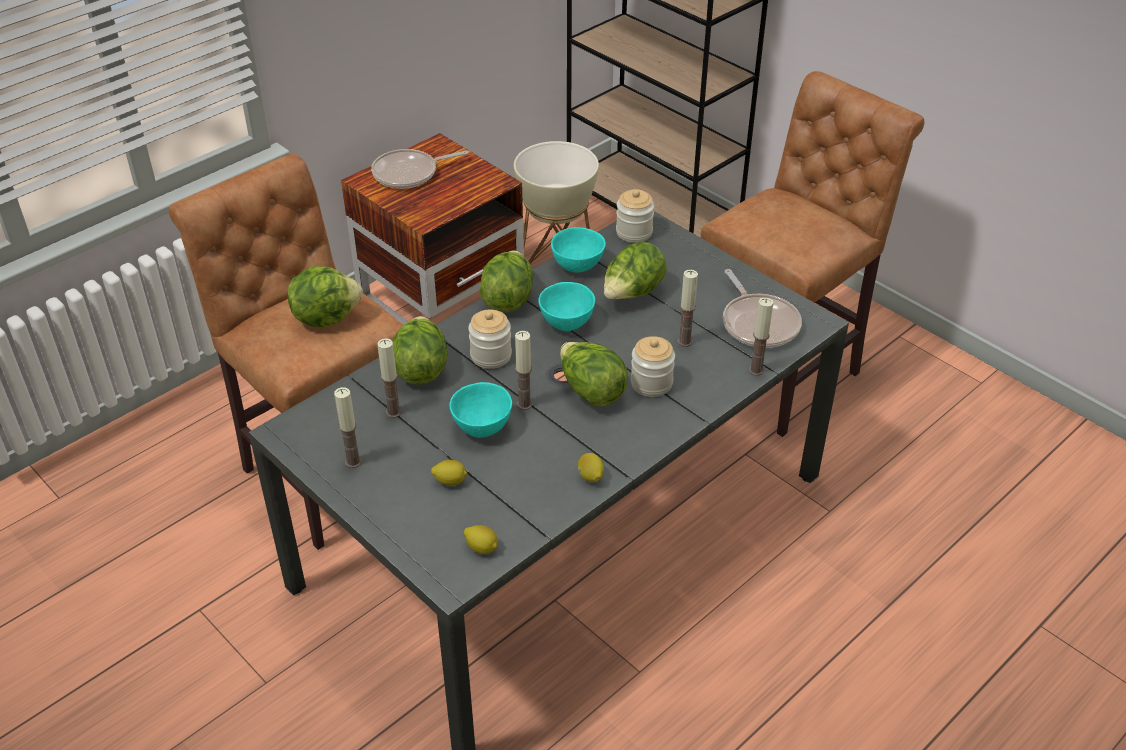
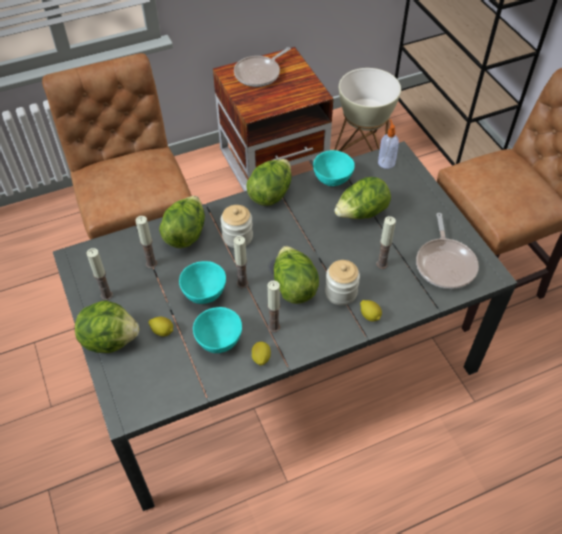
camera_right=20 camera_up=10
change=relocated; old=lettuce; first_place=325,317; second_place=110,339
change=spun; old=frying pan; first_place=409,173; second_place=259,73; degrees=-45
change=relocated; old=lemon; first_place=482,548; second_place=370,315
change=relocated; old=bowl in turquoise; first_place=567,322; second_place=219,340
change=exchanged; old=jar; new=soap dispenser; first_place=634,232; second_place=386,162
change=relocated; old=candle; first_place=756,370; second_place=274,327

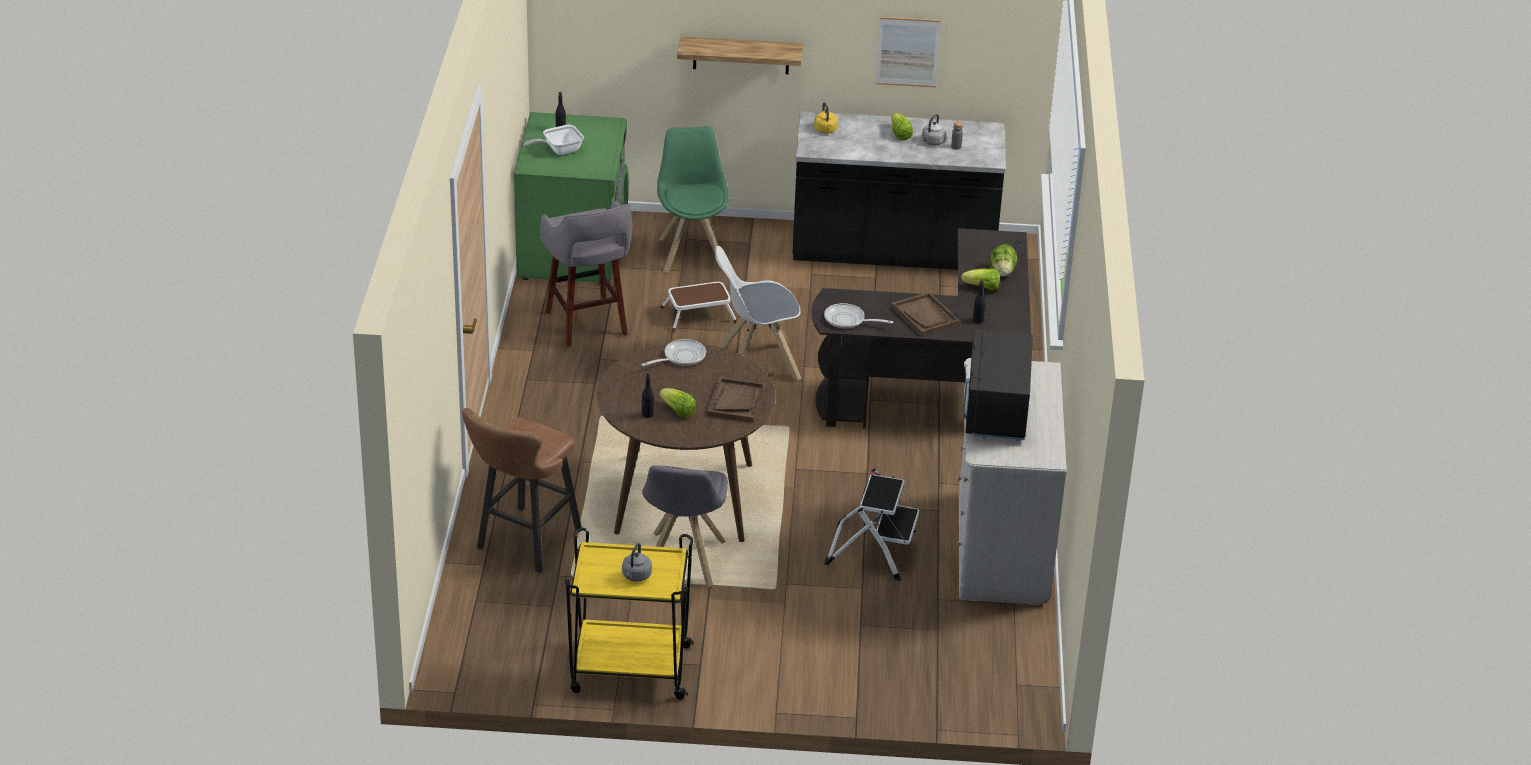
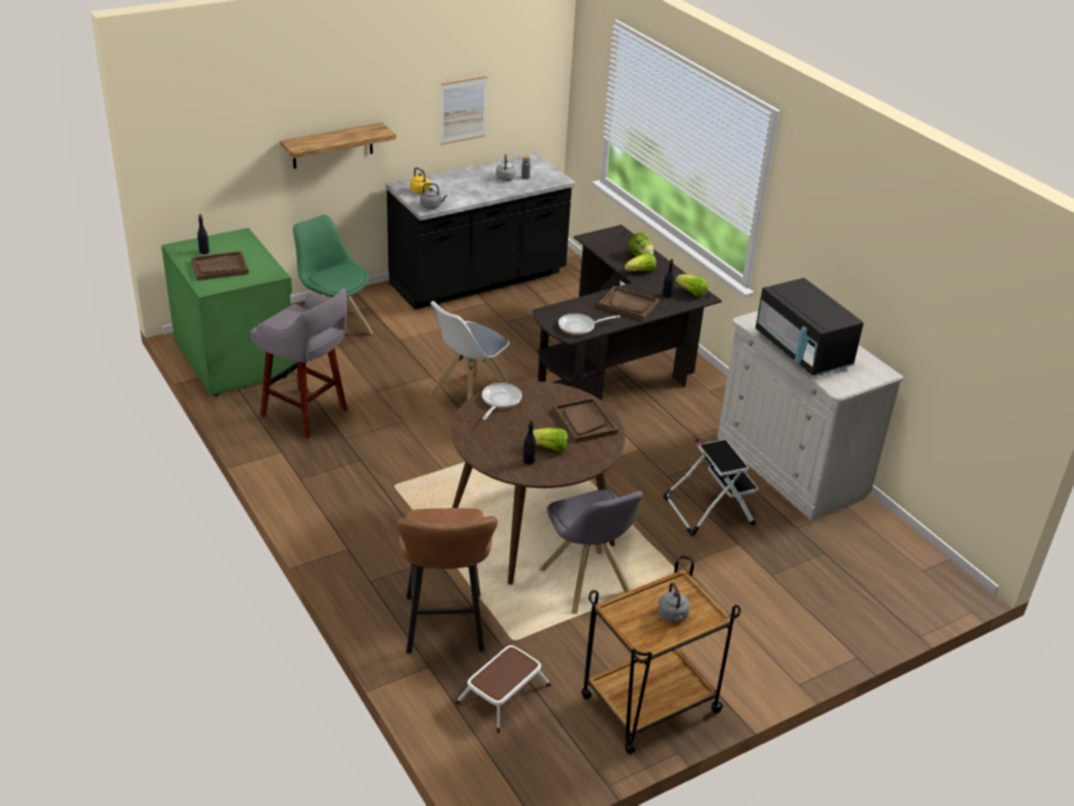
camera_right=-35 camera_up=0
change=exchanged; old=frying pan; new=tray in brown; first_place=559,150; second_place=219,267
change=colour; old=cart in yellow; new=cart in brown; first_place=629,668; second_place=648,705
change=relocated; old=step ladder in brown; first_place=698,315; second_place=503,694
change=relocated; old=lettuce; first_place=899,134; second_place=691,292
change=appeared; new=kettle in grey; second_place=432,206

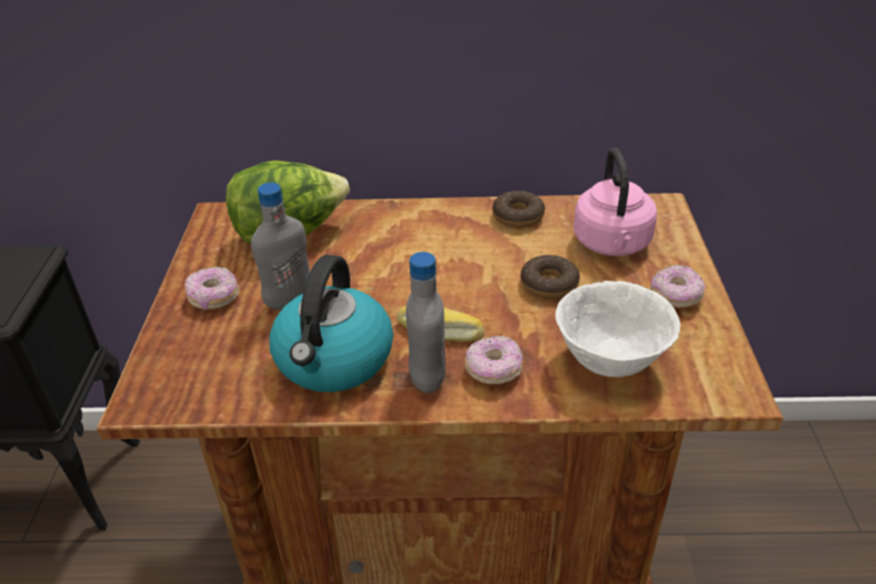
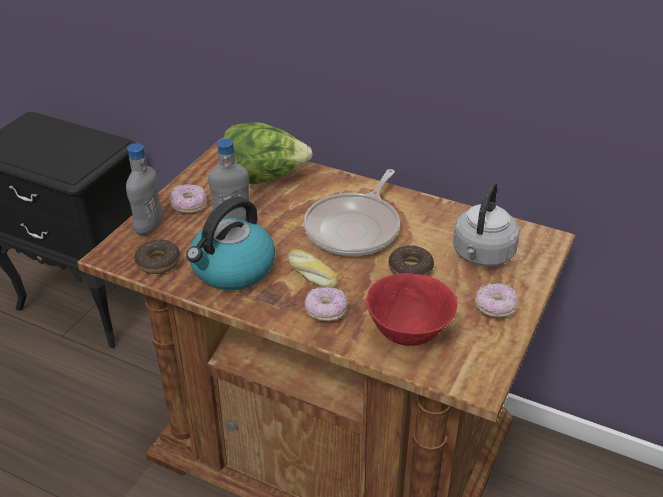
camera_right=25 camera_up=0
change=relocated; old=bottle in grey; first_place=427,378; second_place=149,228
change=relocated; old=donut; first_place=518,216; second_place=158,262
change=colour; old=bowl in white; new=bowl in red; first_place=611,361; second_place=409,334
change=colour; old=kettle in pink; new=kettle in grey; first_place=612,244; second_place=482,255
change=appeared; new=frying pan; second_place=355,228

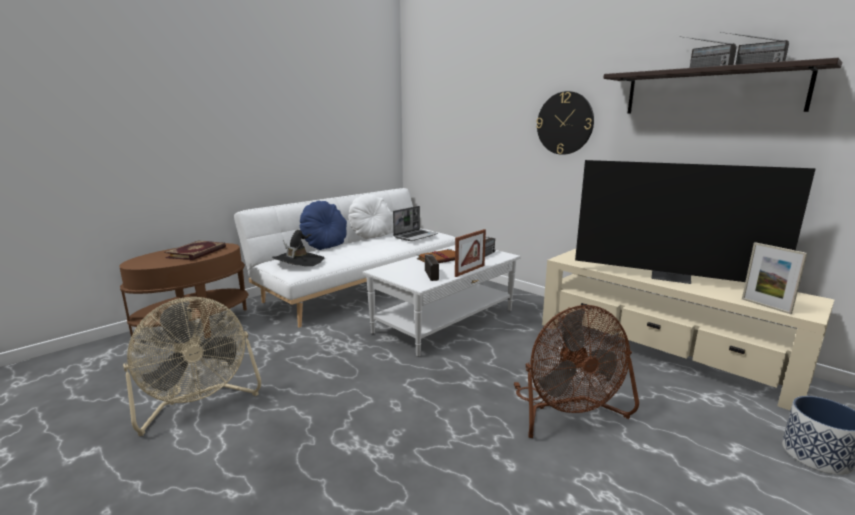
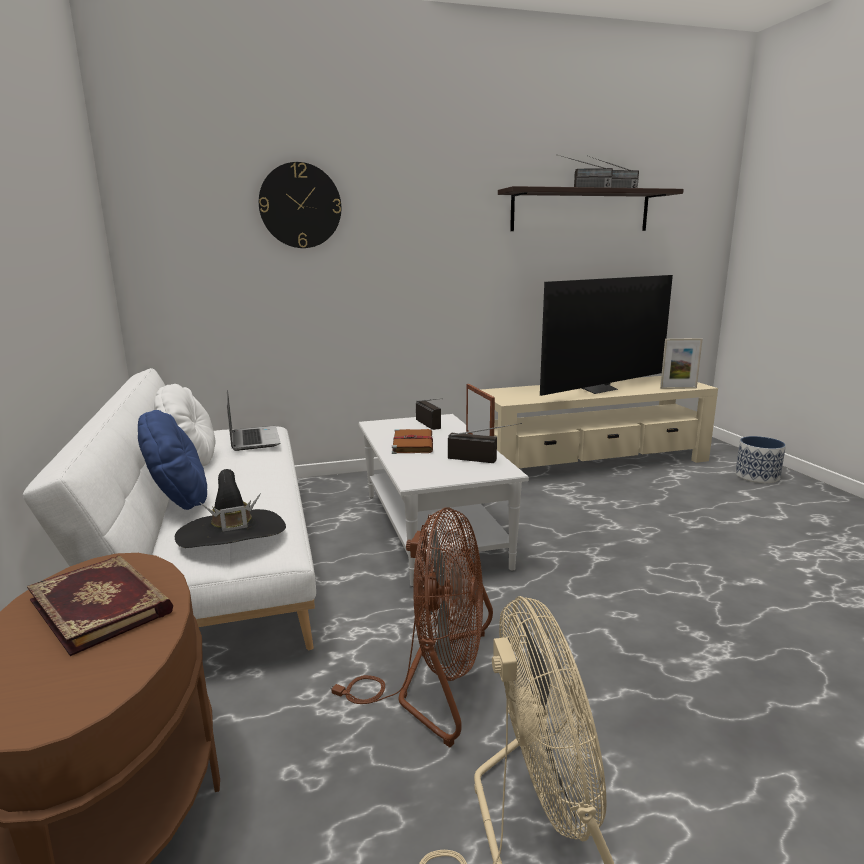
camera_right=-60 camera_up=0
change=relocated; old=fan in brown; first_place=564,413; second_place=433,682
change=relocated; old=wall clock; first_place=564,123; second_place=300,206

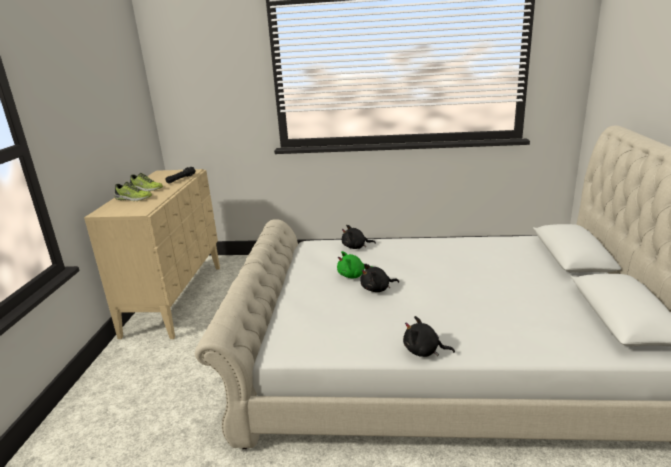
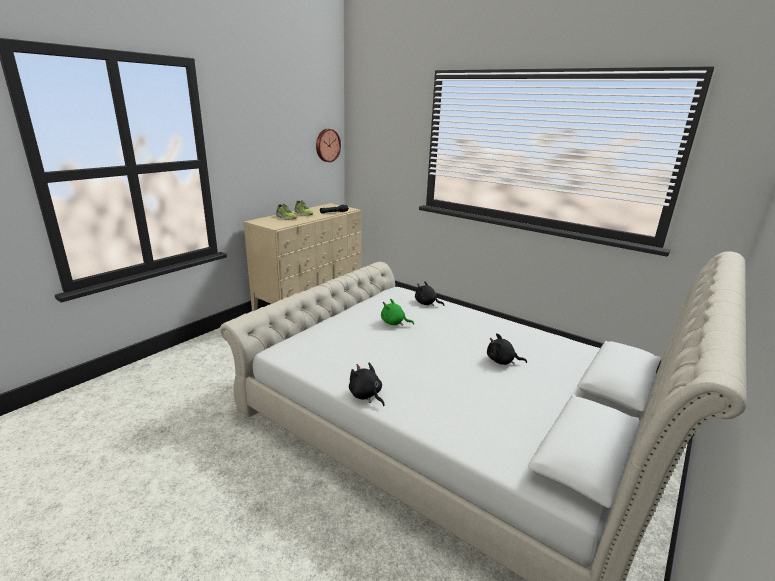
camera_right=30 camera_up=0
change=relocated; old=plush toy in black; first_place=377,289; second_place=502,361
change=appeared; new=wall clock; second_place=327,145

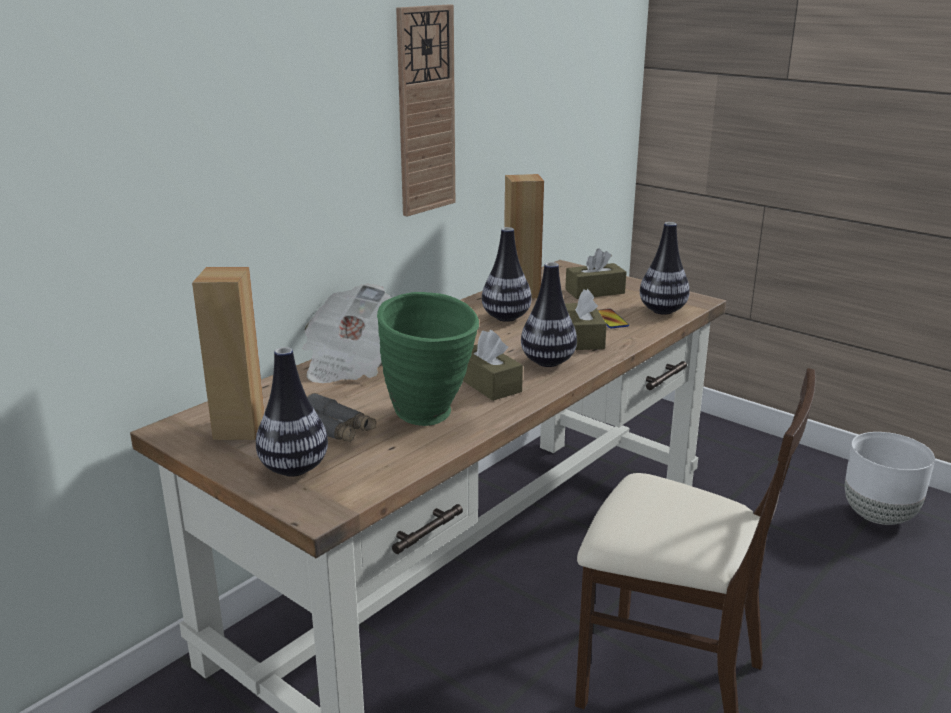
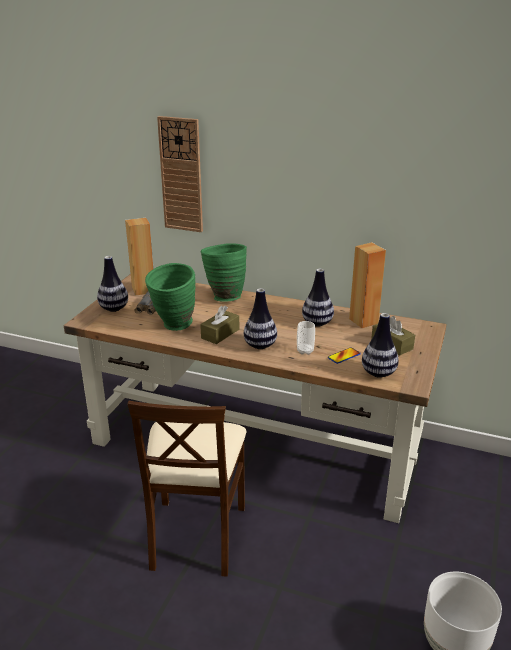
camera_right=70 camera_up=5
change=exchanged; old=newspaper; new=vase in green; first_place=352,362; second_place=224,296
change=relocated; old=wall clock; first_place=425,111; second_place=181,175
change=exchanged; old=tissue box in brown; new=cup; first_place=582,338; second_place=305,351

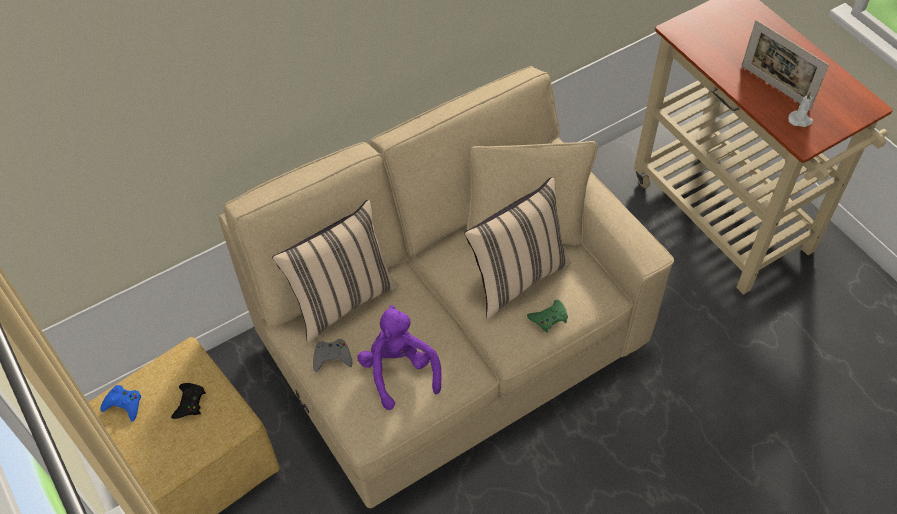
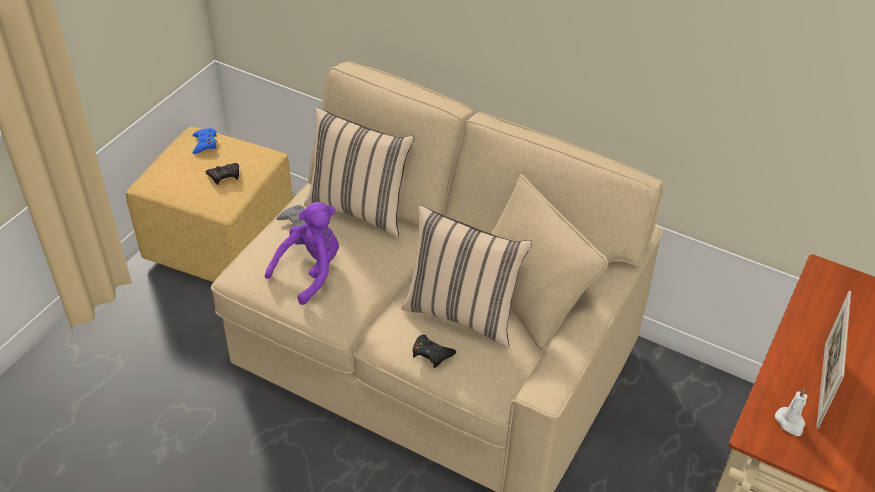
camera_right=60 camera_up=-10
change=colour; old=game controller in green; new=game controller in black; first_place=549,318; second_place=431,353

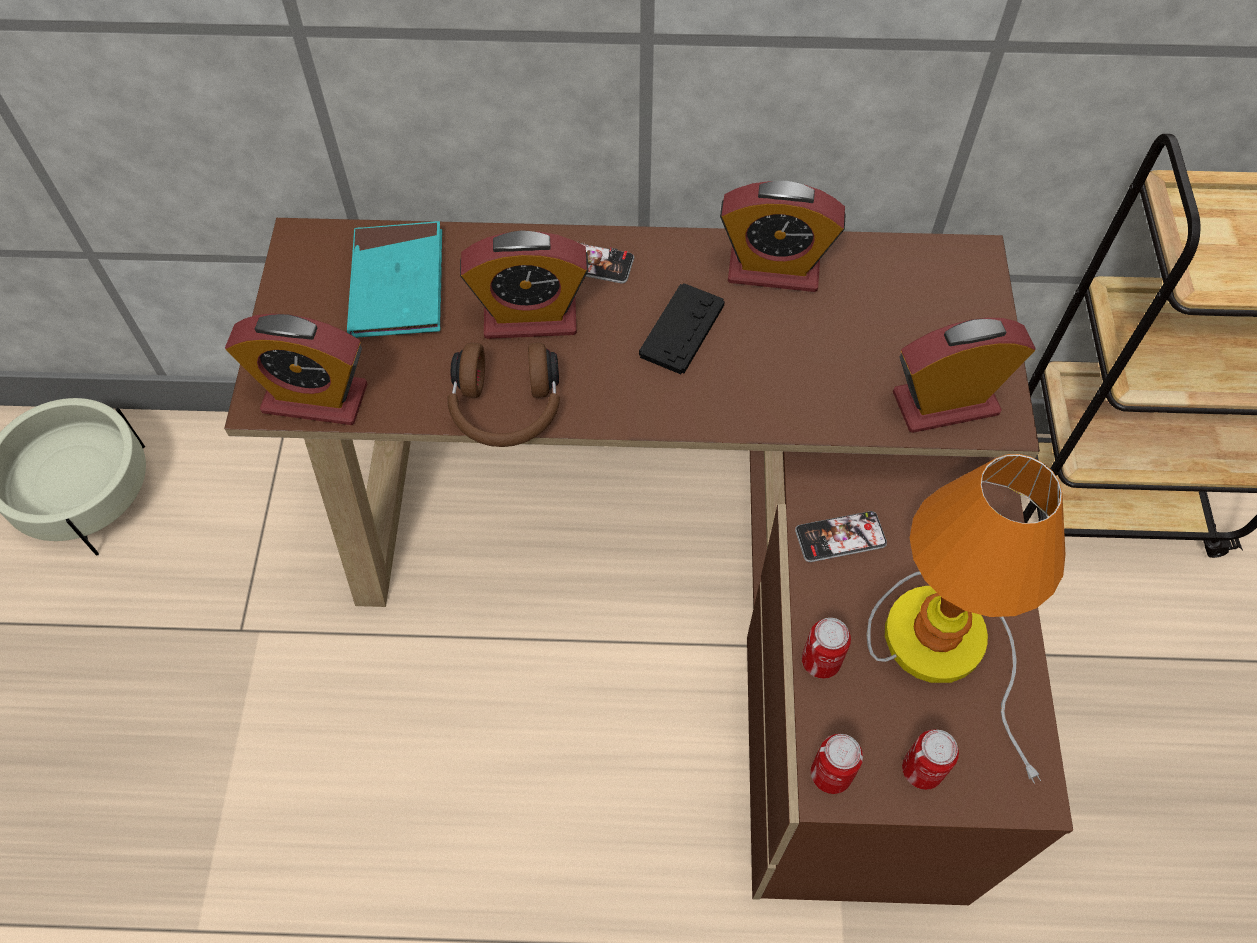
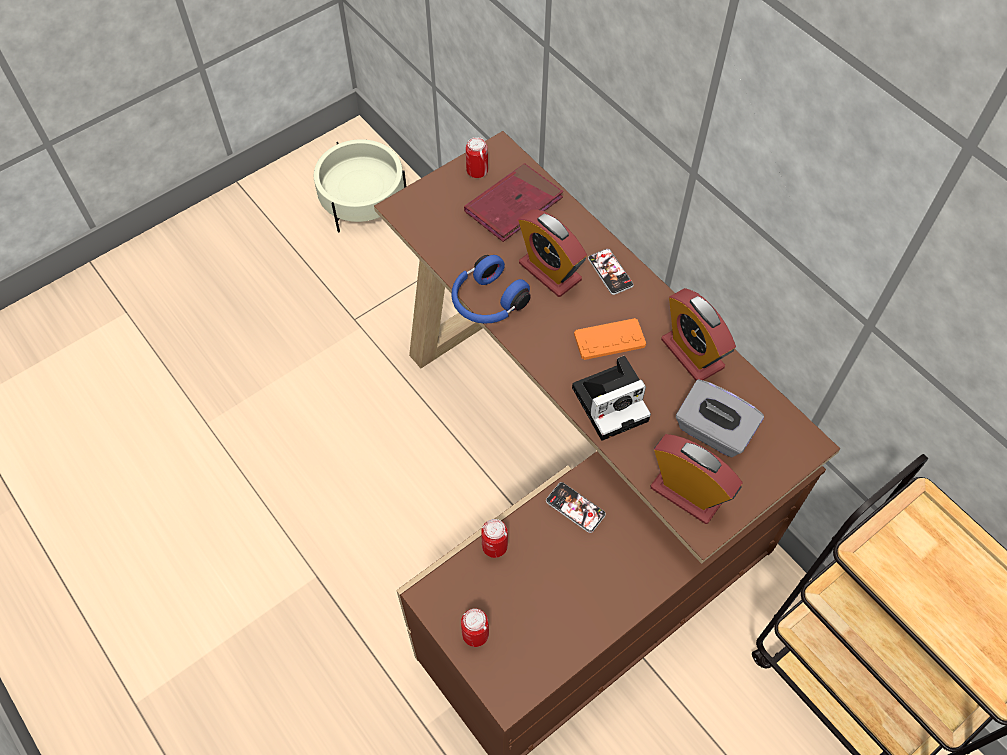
camera_right=50 camera_up=0
change=missing; old=alarm clock; first_place=315,398
change=colour; old=book in turquoise; new=book in red; first_place=397,284; second_place=513,205
change=colour; old=headphones in brown; new=headphones in blue; first_place=506,410; second_place=487,302
change=colour; old=game controller in black; new=game controller in orange; first_place=682,330; second_place=609,340
change=relocated; old=can; first_place=831,774; second_place=477,171
change=missing; old=table lamp; first_place=945,643
change=appeared; new=photo camera; second_place=612,402
change=appeared; new=tissue box in grey; second_place=713,431

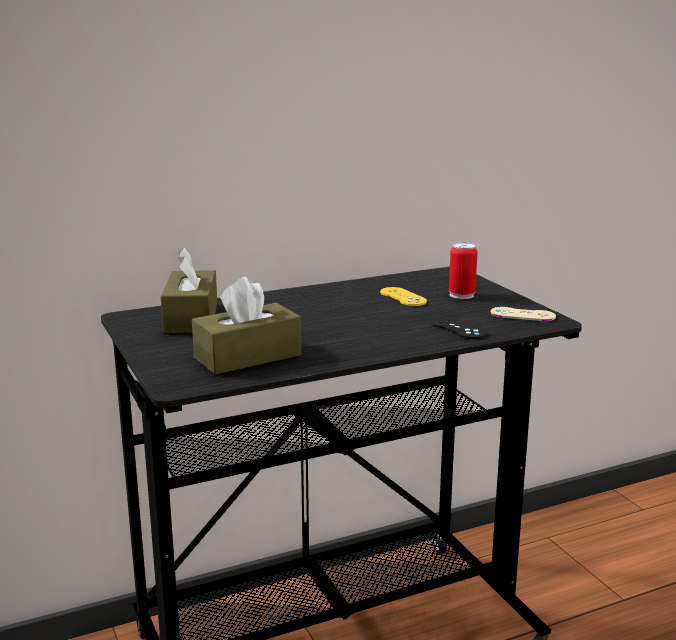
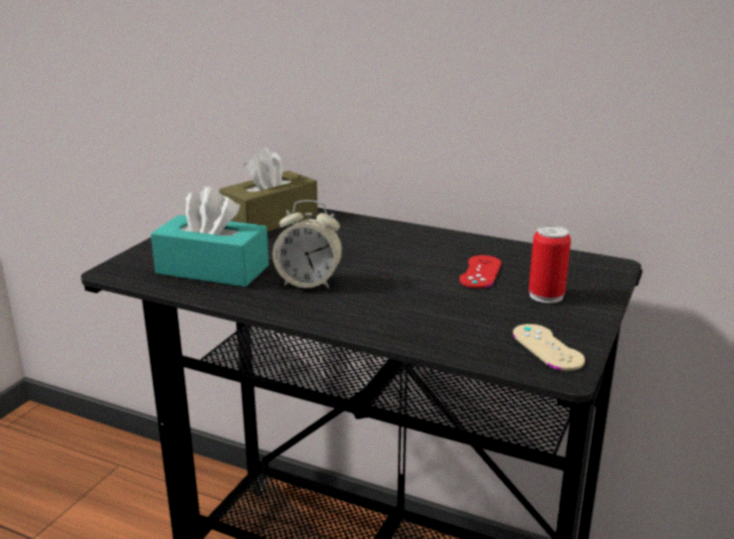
camera_right=50 camera_up=5
change=colour; old=tissue box in brown; new=tissue box in turquoise; first_place=247,356; second_place=212,269
change=colour; old=game controller in yellow; new=game controller in red; first_place=403,297; second_place=480,272
change=missing; old=game controller in black; first_place=458,328
change=appeared; new=alarm clock; second_place=309,283

